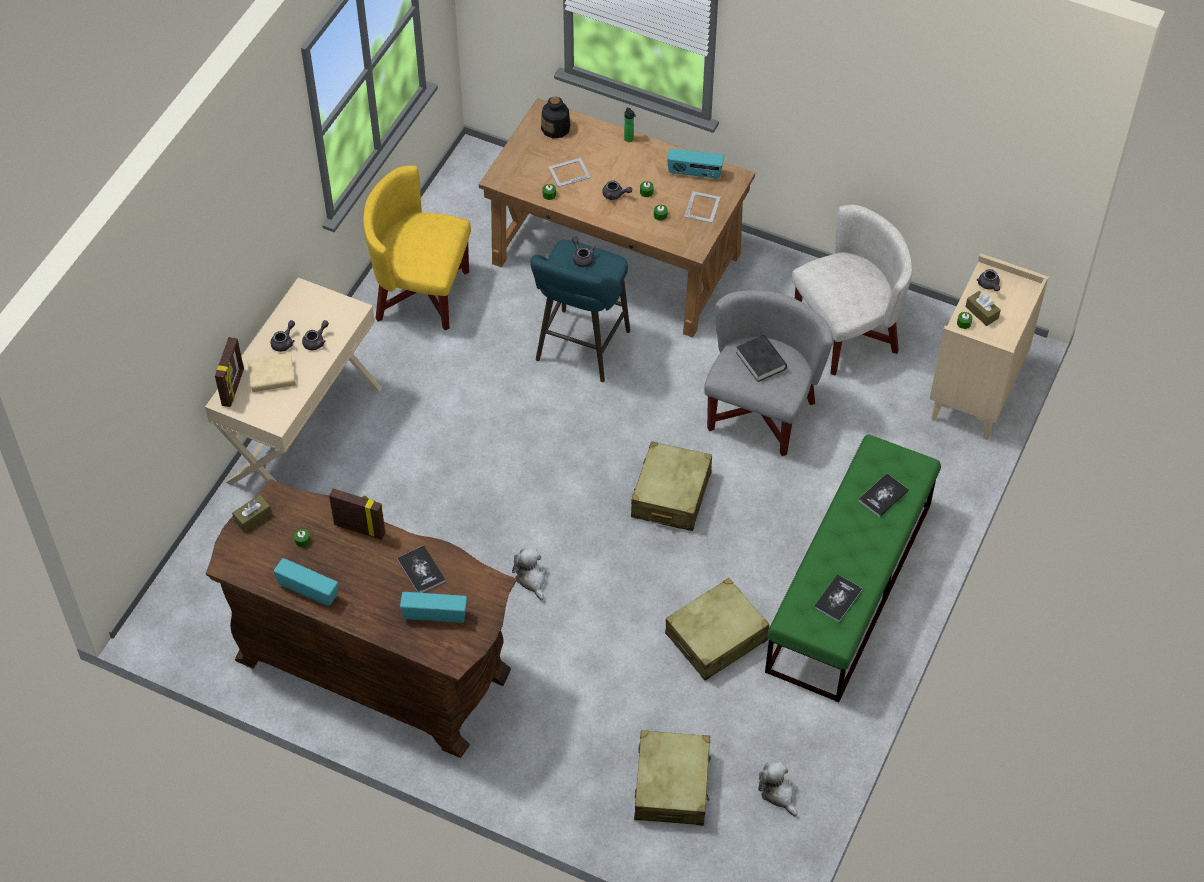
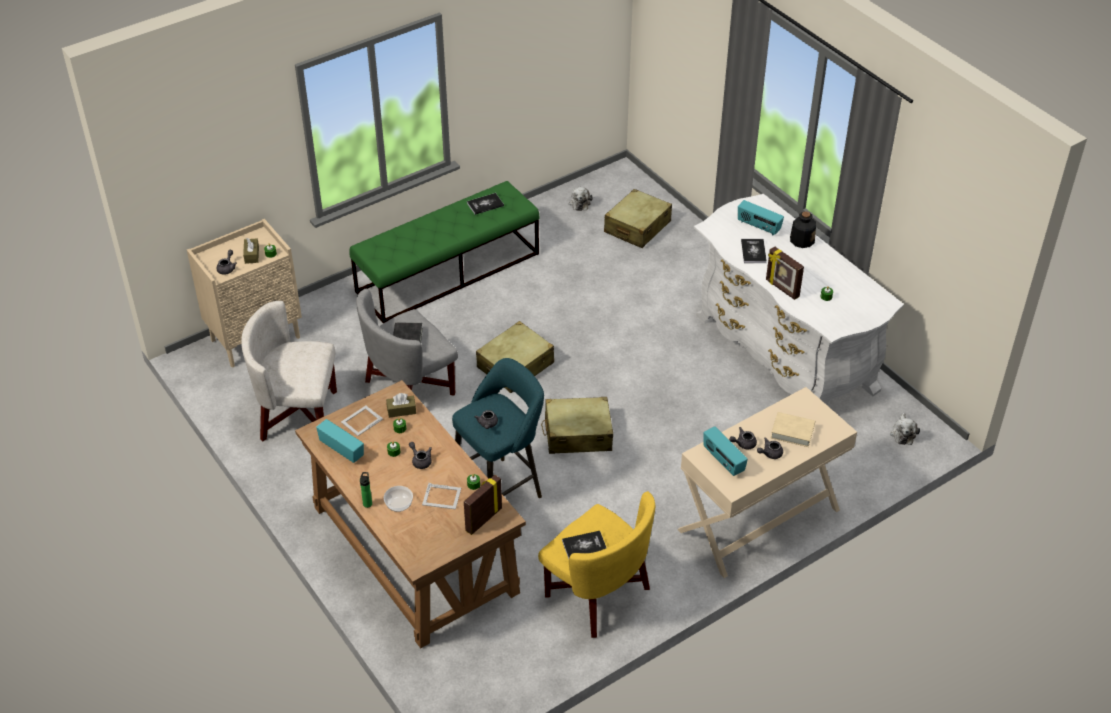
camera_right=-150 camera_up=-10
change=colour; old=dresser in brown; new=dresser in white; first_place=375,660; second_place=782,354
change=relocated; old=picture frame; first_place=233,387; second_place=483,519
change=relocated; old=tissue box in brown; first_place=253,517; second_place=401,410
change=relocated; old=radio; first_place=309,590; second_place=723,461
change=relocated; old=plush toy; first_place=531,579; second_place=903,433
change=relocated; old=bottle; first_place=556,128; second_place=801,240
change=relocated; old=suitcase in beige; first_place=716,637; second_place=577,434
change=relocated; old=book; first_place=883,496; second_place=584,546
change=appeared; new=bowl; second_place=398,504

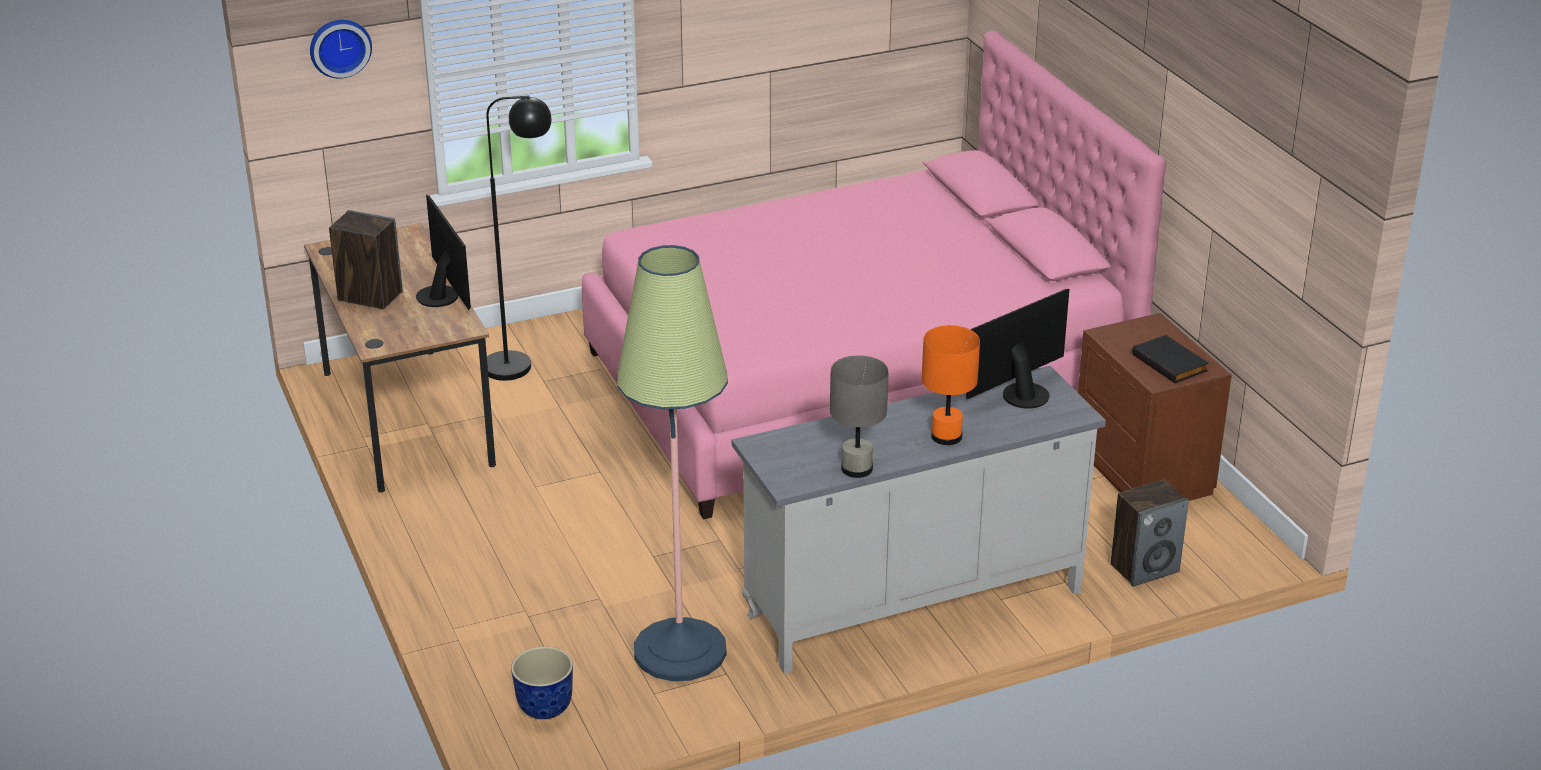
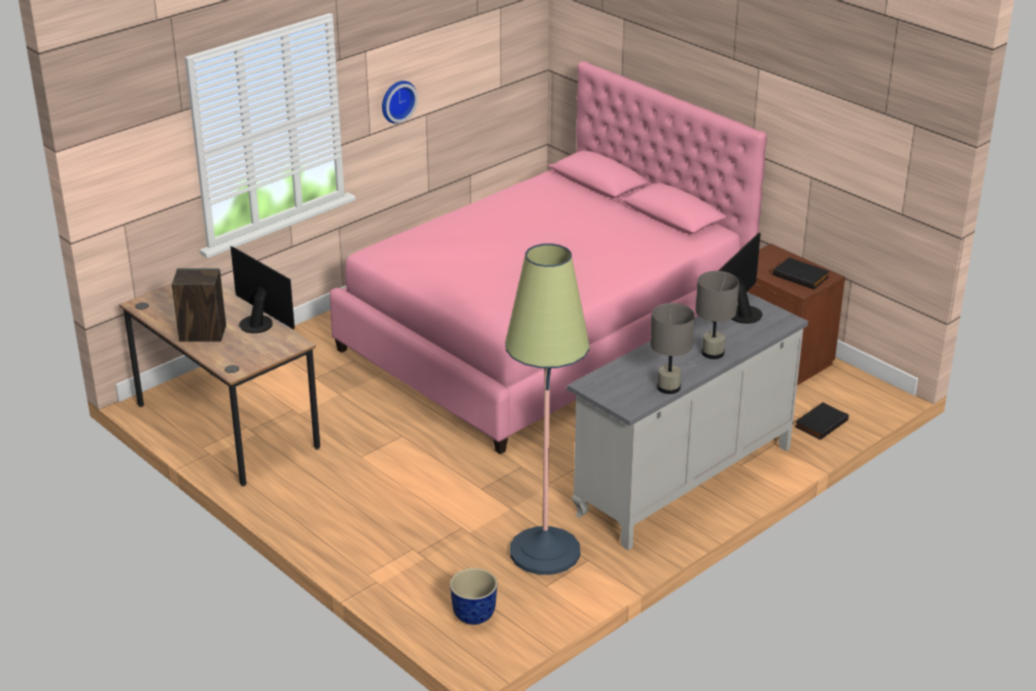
camera_right=-20 camera_up=0
change=relocated; old=wall clock; first_place=339,46; second_place=396,100
change=missing; old=floor lamp in black; first_place=522,367
change=colour; old=table lamp in orange; new=table lamp in grey; first_place=947,437; second_place=713,353
change=exchanged; old=speaker; new=book in black; first_place=1144,568; second_place=820,423

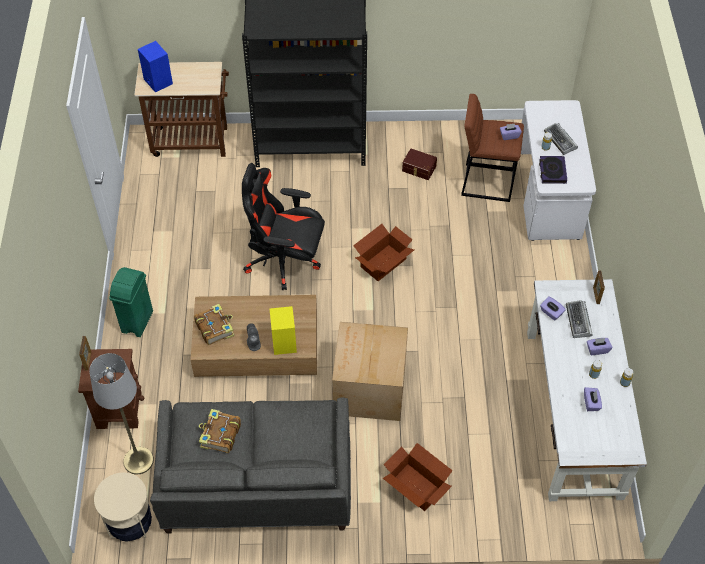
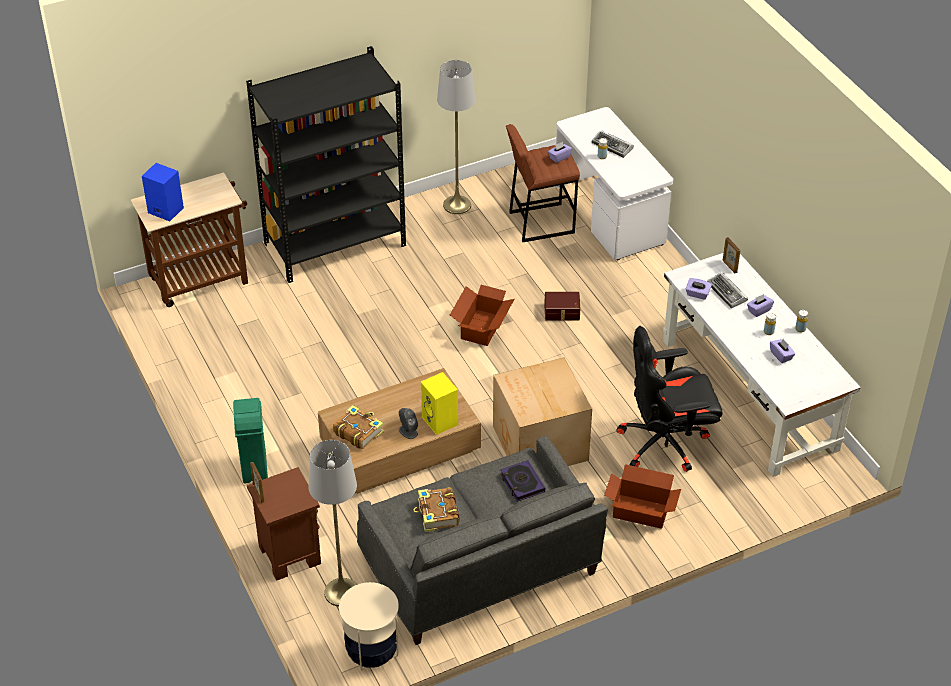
camera_right=-25 camera_up=-10
change=relocated; old=office chair in black; first_place=287,262; second_place=669,442
change=relocated; old=storage box in brown; first_place=418,169; second_place=562,312
change=relocated; old=book; first_place=552,171; second_place=522,483
change=appeared; new=floor lamp in grey; second_place=457,205

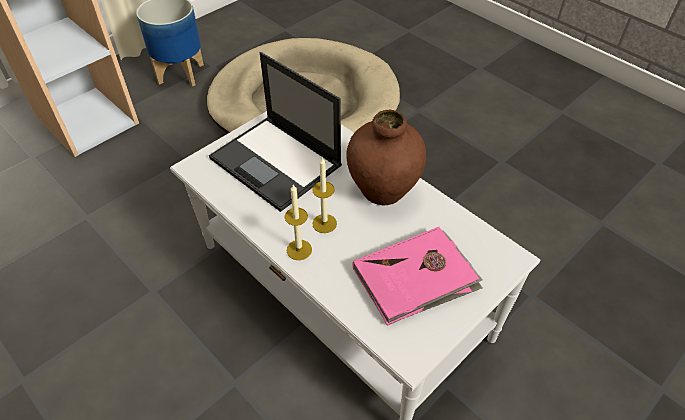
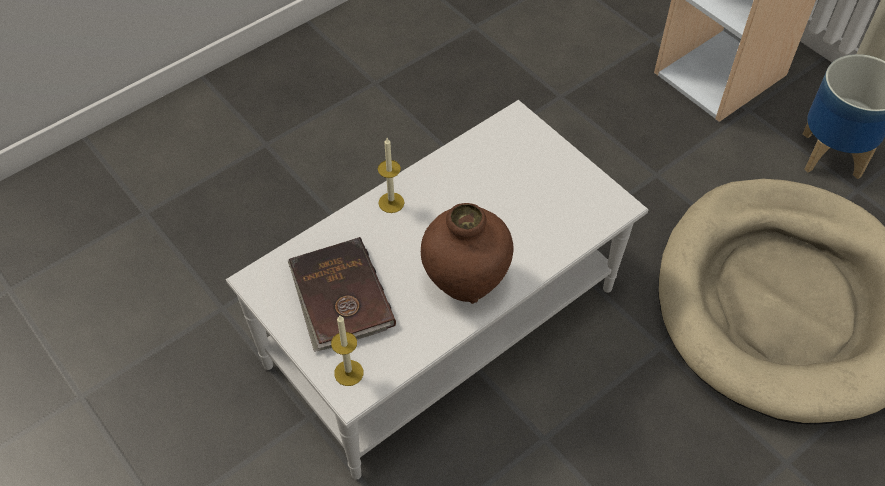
camera_right=95 camera_up=5
change=missing; old=laptop; first_place=277,162
change=relocated; old=candle; first_place=324,223; second_place=348,373
change=colour; old=book in pink; new=book in brown; first_place=416,278; second_place=340,297

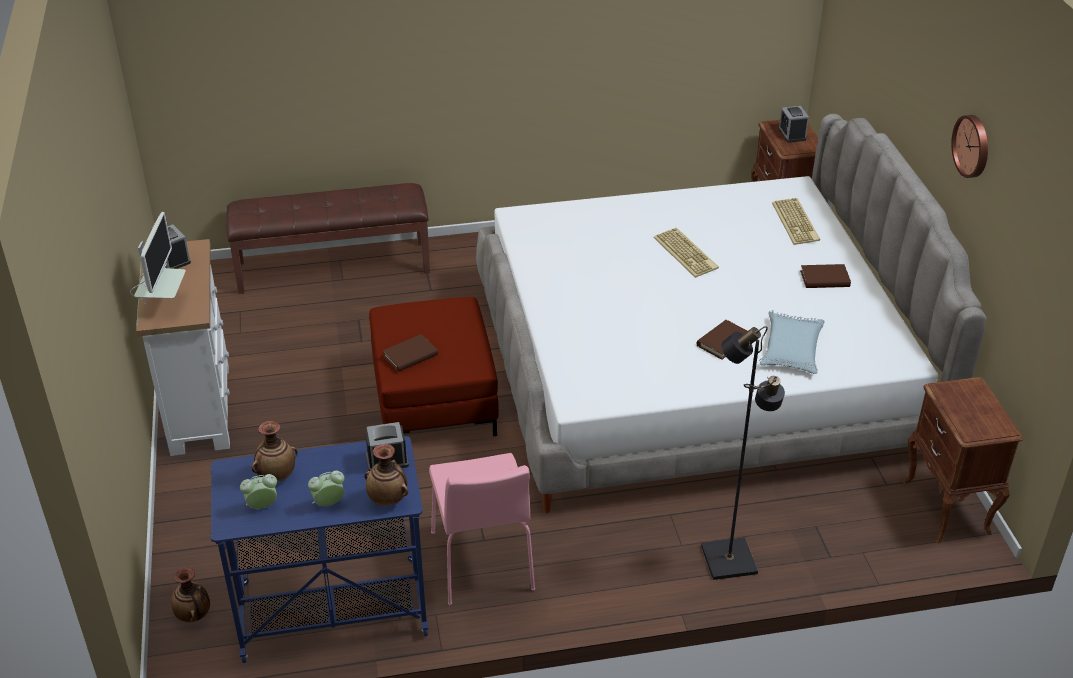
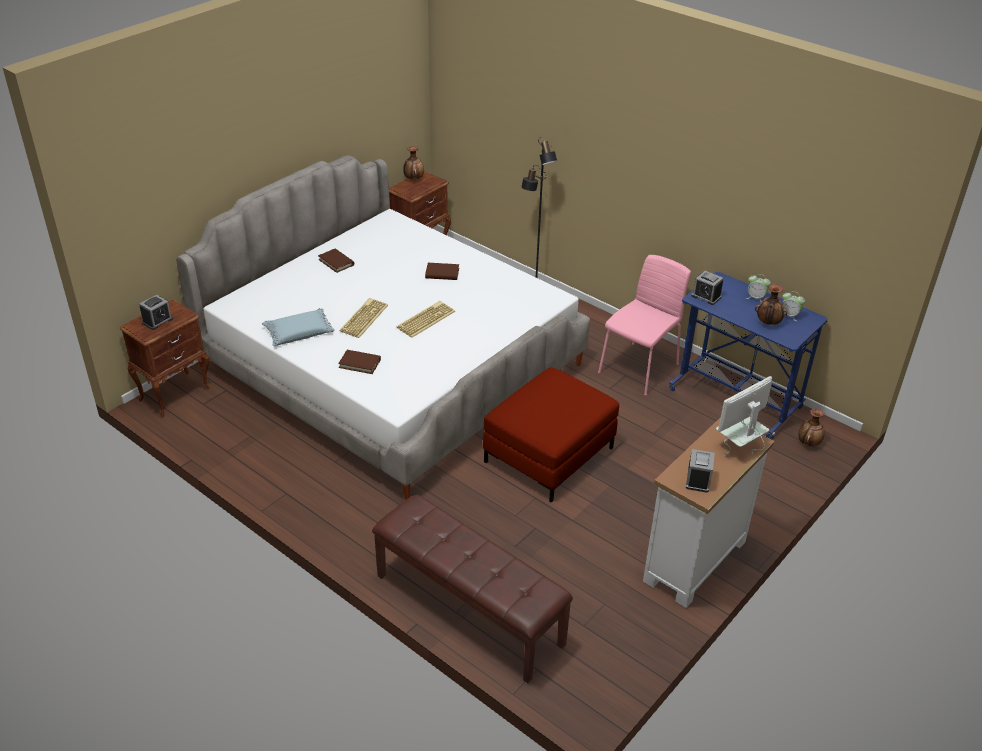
camera_right=-130 camera_up=0
change=relocated; old=vase; first_place=388,499; second_place=413,179
change=relocated; old=book in brown; first_place=410,356; second_place=359,363
change=relocated; old=pillow in blue; first_place=791,348; second_place=298,331
change=relocated; old=keyboard; first_place=796,222; second_place=425,319
change=missing; old=wall clock; first_place=973,146

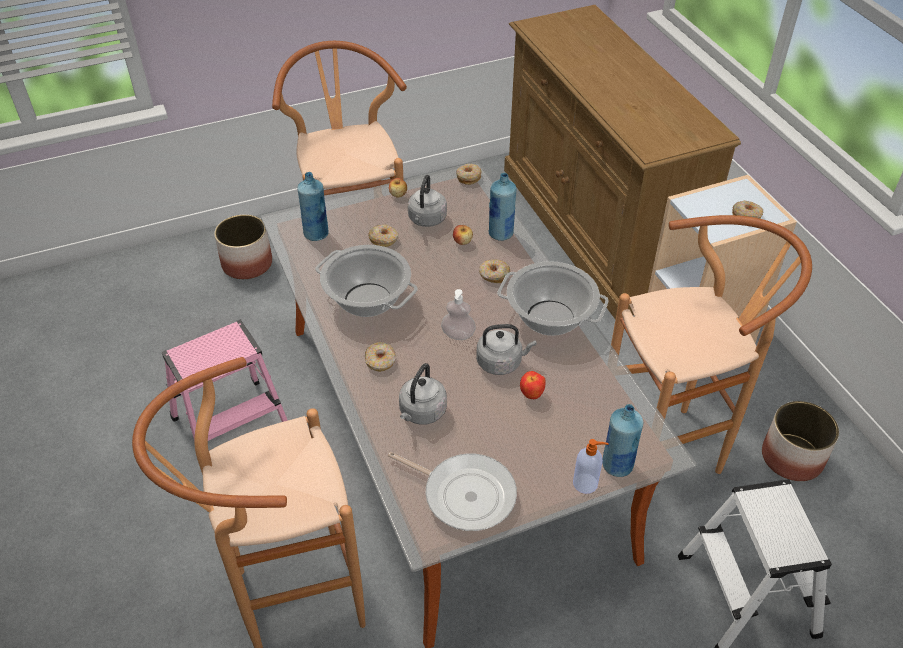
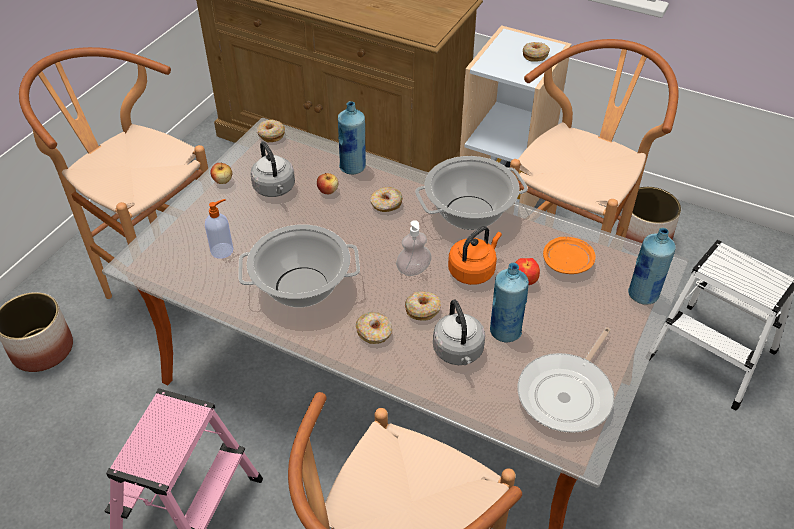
camera_right=-40 camera_up=0
change=relocated; old=bottle in blue; first_place=316,234; second_place=505,331
change=relocated; old=donut; first_place=384,239; second_place=422,309
change=spun; old=frying pan; first_place=465,494; second_place=567,394; degrees=135
change=colour; old=kettle in grey; new=kettle in orange; first_place=501,362; second_place=473,270
change=relocated; old=soap dispenser; first_place=586,483; second_place=223,250
change=appeared; new=plate in orange; second_place=567,262

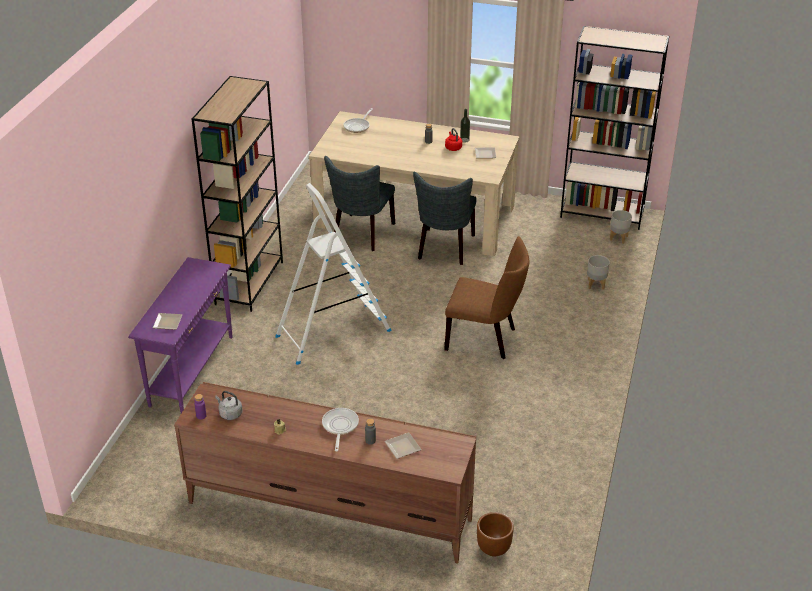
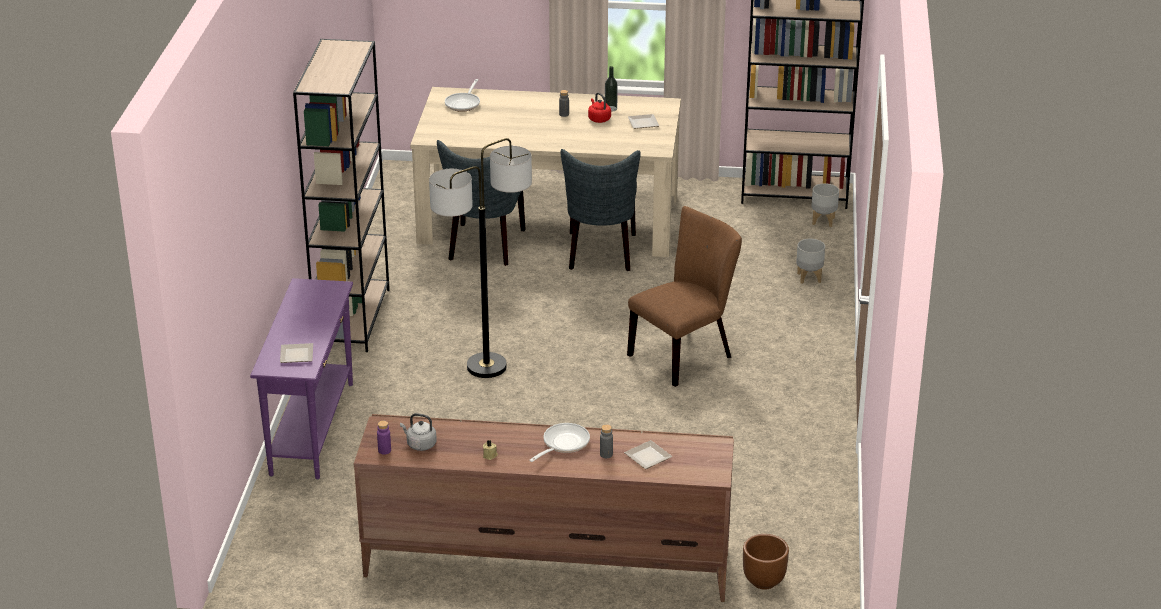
camera_right=-10 camera_up=-5
change=exchanged; old=step ladder in white; new=floor lamp; first_place=334,333; second_place=486,366
change=spun; old=frying pan; first_place=339,427; second_place=563,444; degrees=45
change=spun; old=chair in brown; first_place=485,339; second_place=685,354; degrees=-45

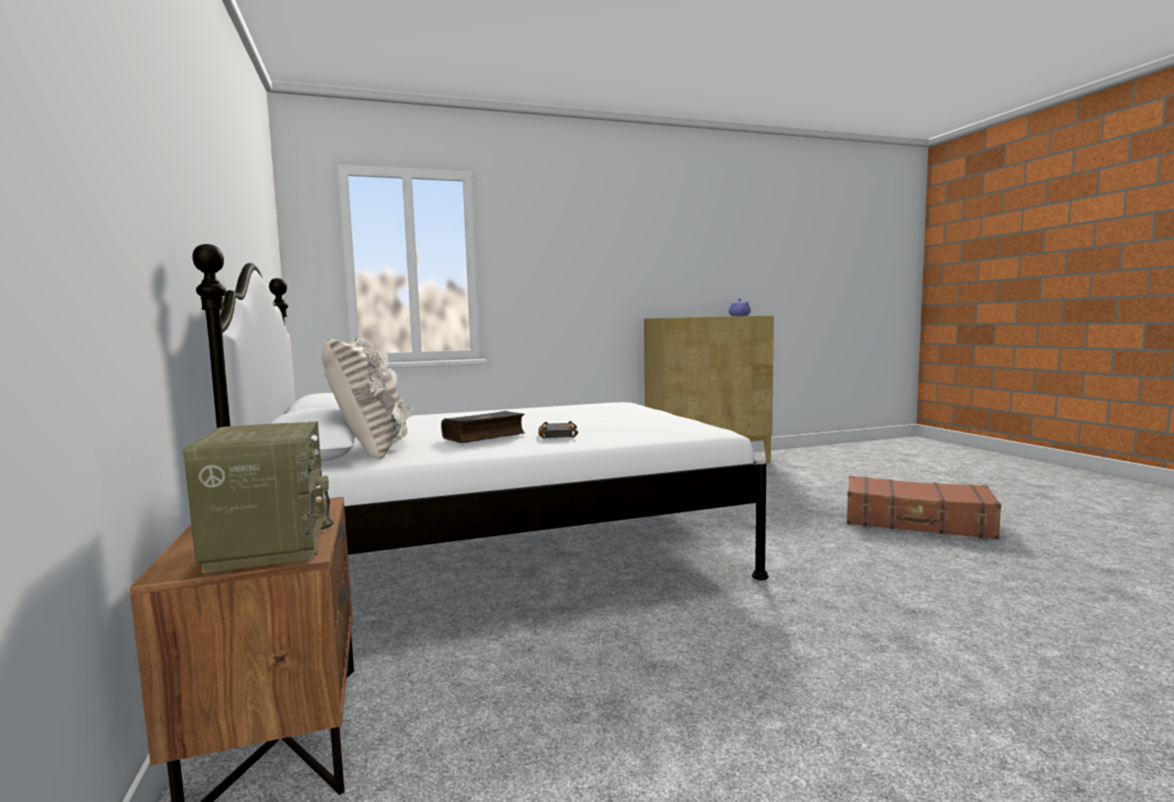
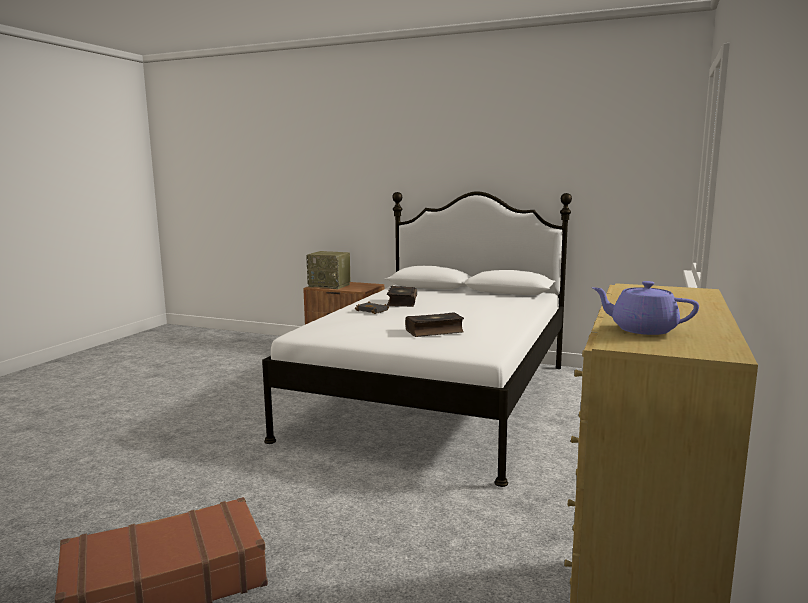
camera_right=130 camera_up=5
change=missing; old=pillow in beige; first_place=375,448
change=appeared; new=book; second_place=434,331

